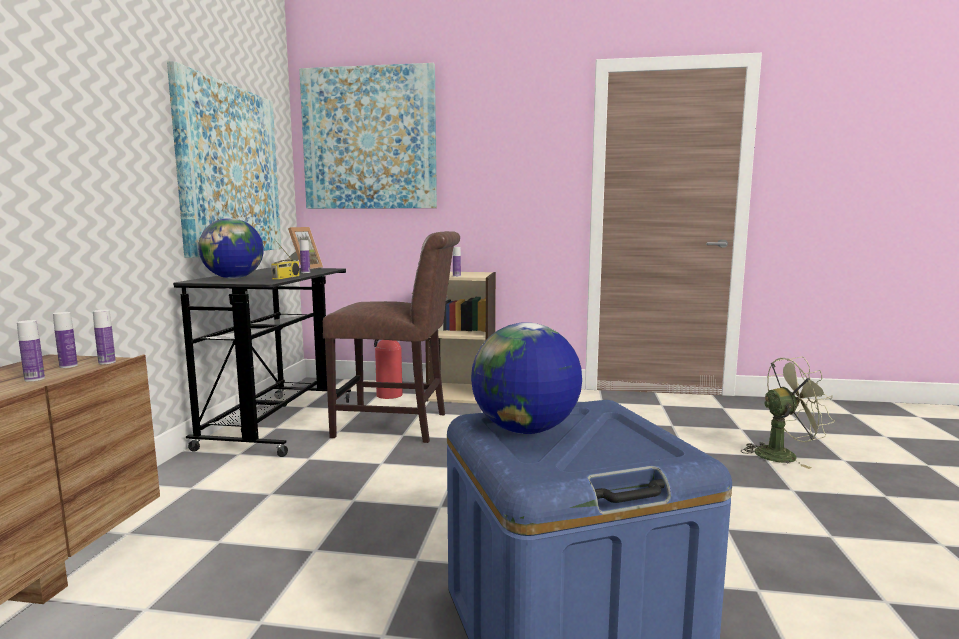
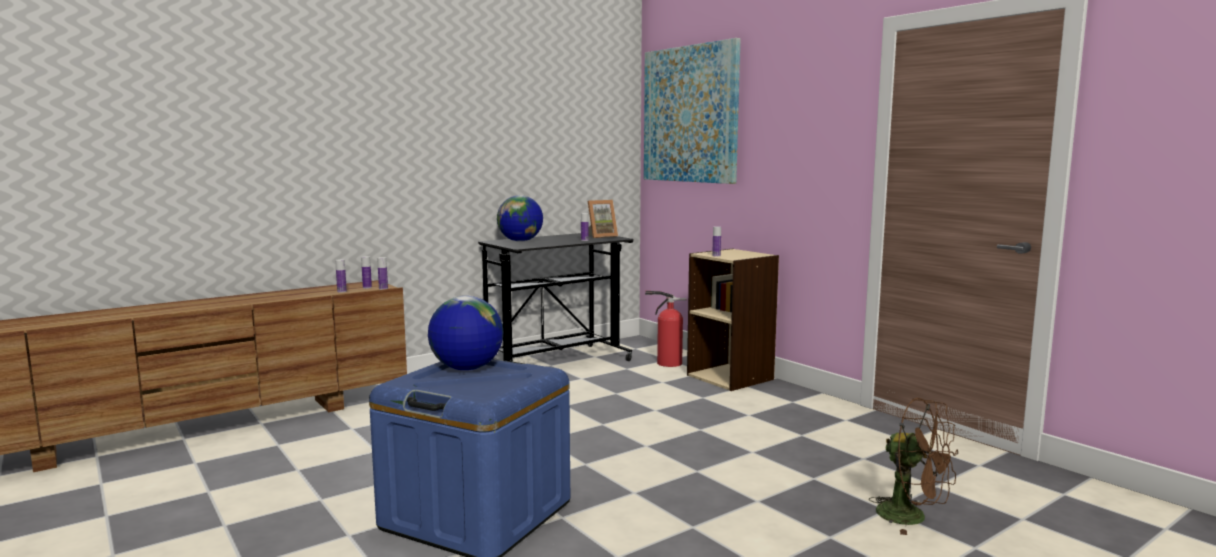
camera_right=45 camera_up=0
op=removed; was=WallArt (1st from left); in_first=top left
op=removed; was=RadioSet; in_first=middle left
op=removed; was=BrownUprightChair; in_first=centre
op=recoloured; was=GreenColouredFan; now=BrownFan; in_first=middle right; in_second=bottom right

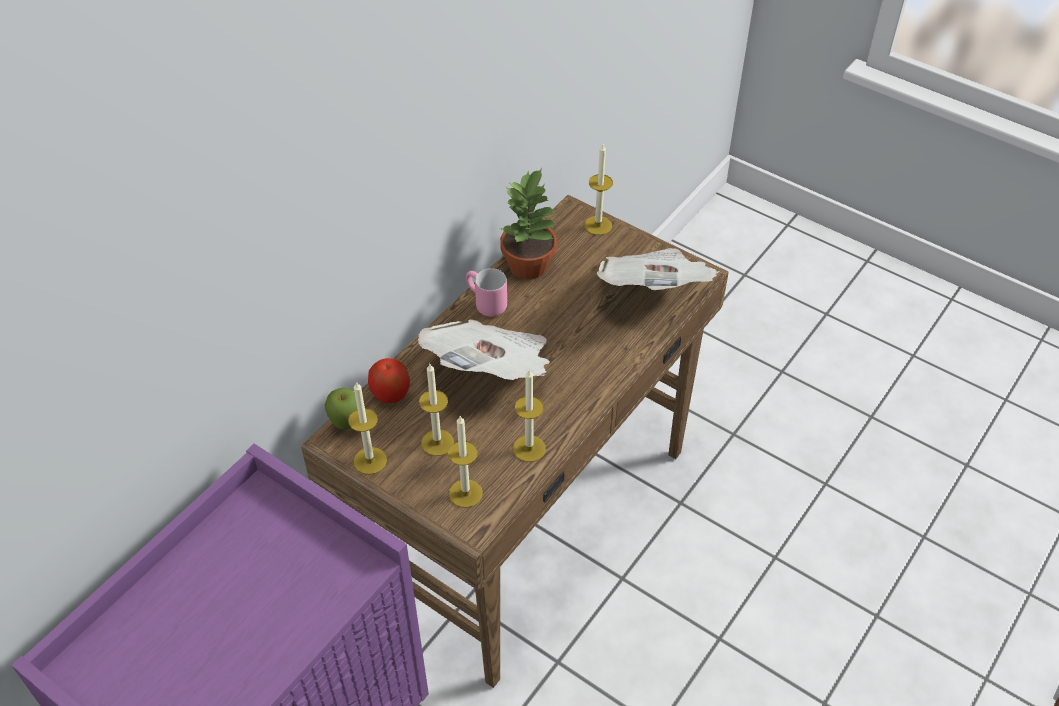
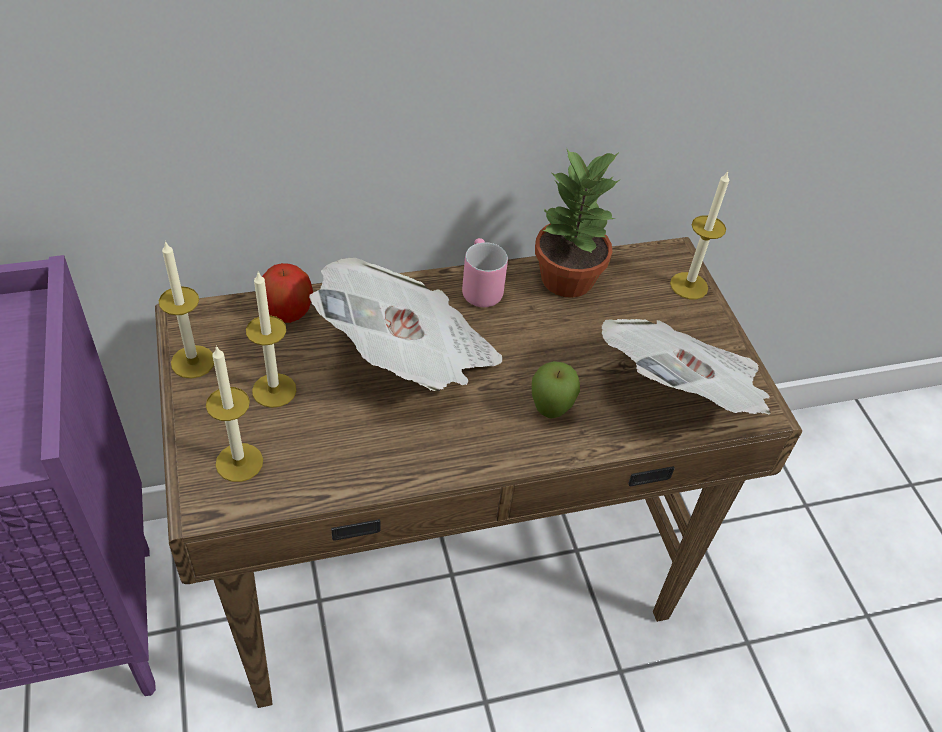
camera_right=35 camera_up=0
op=moved; was=Apple (1st from left in the first image); now=Apple (2nd from left); in_first=middle left; in_second=centre
op=removed; was=Candle (4th from left); in_first=centre

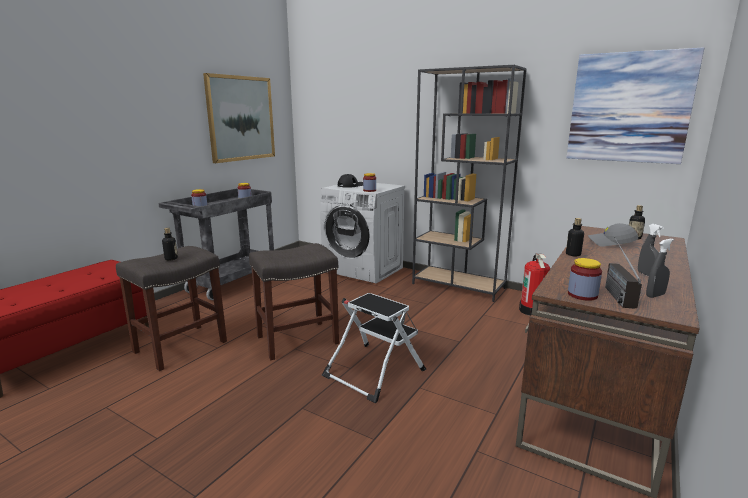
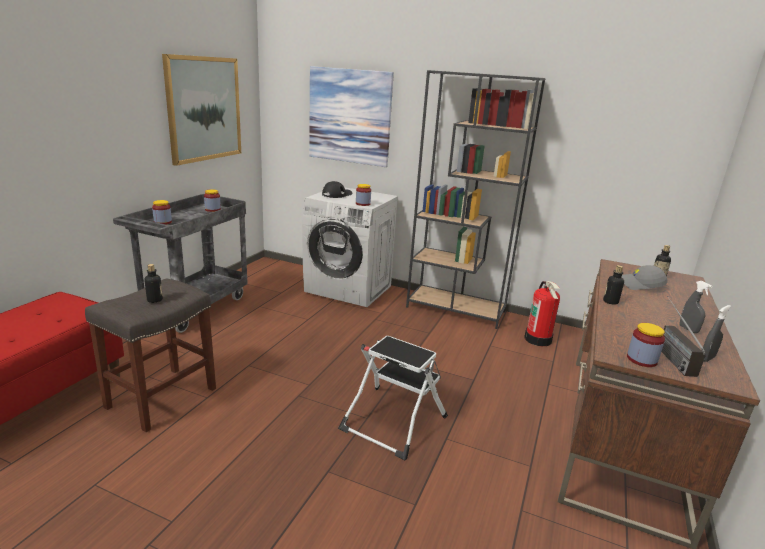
camera_right=-10 camera_up=5
op=removed; was=GrayStoolSeat (2nd from left); in_first=centre
op=moved; was=WallArt (2nd from left); in_first=top right; in_second=top centre

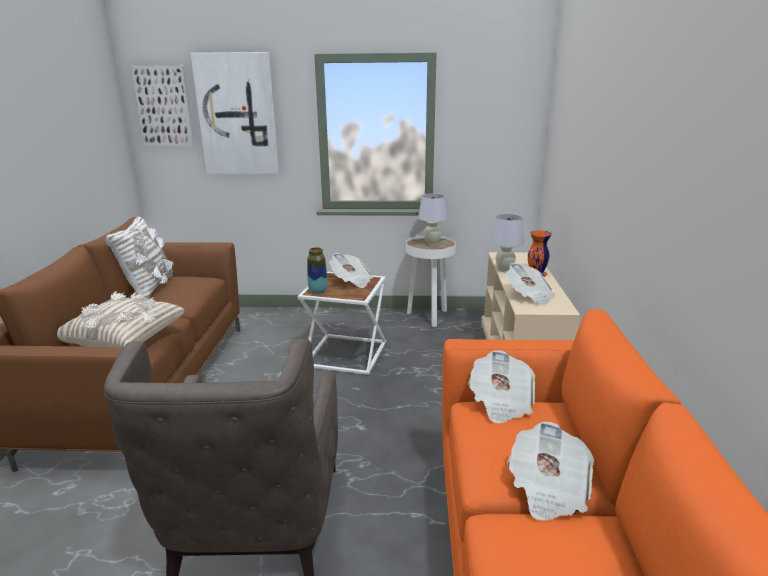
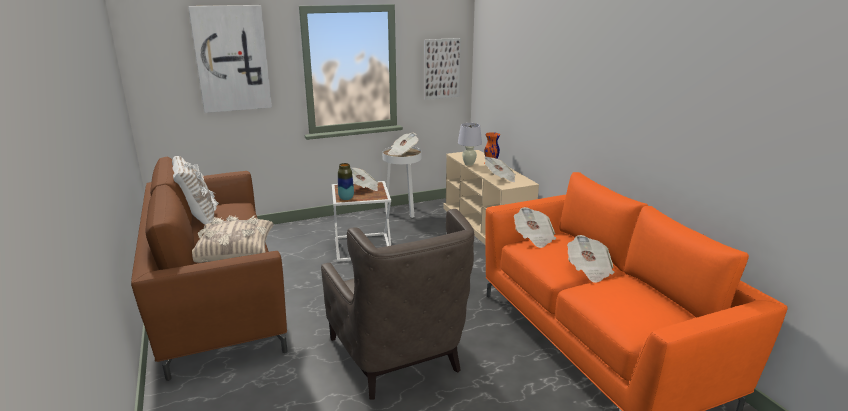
camera_right=-25 camera_up=0
op=moved; was=WallArt (1st from left in the first image); now=WallArt (2nd from left); in_first=top left; in_second=top centre
op=replaced; was=WhiteTableLamp (1st from left); now=PrintedPaper (2nd from left); in_first=centre; in_second=centre

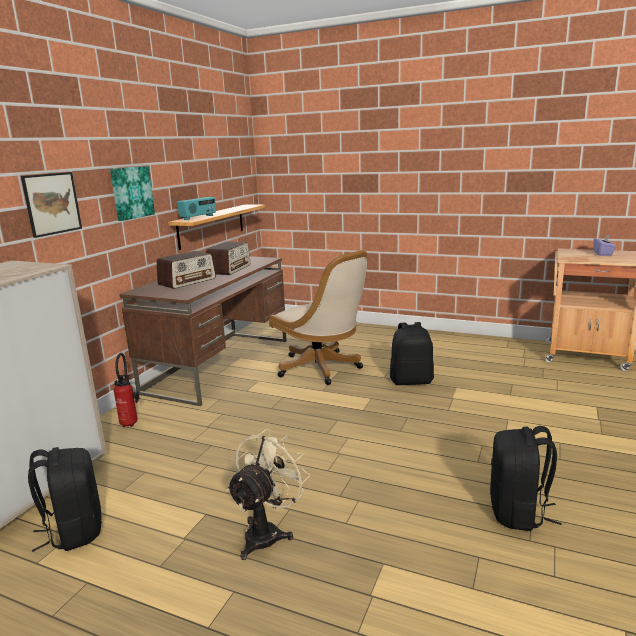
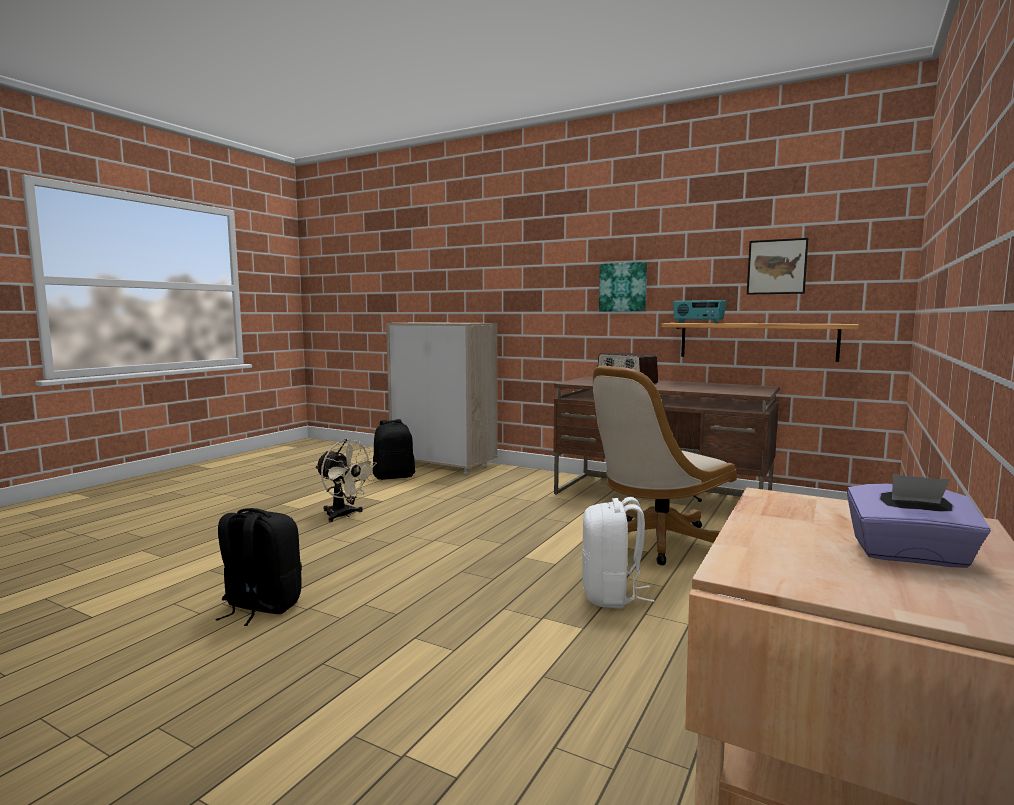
camera_right=95 camera_up=-10
op=moved; was=WallArt (1st from left in the first image); now=WallArt (2nd from left); in_first=top left; in_second=top right
op=removed; was=FireExtinguisher; in_first=middle left
op=removed; was=RadioSet (3rd from left); in_first=centre
op=recoloured; was=BlackKnapsack (2nd from left); now=WhiteKnapsack; in_first=centre; in_second=bottom centre

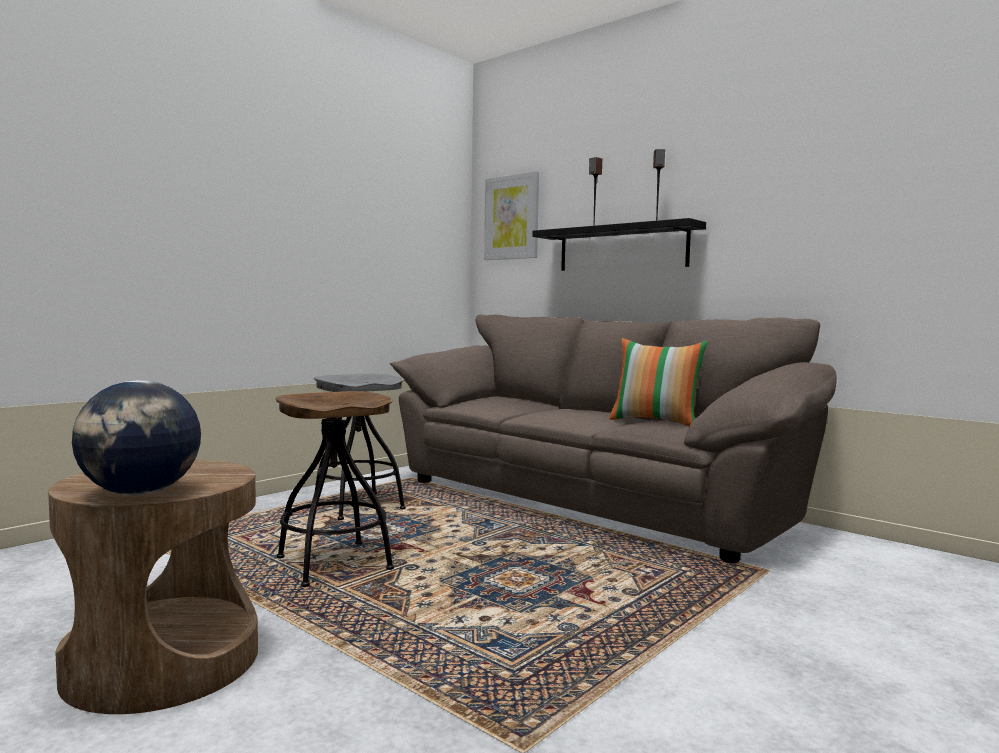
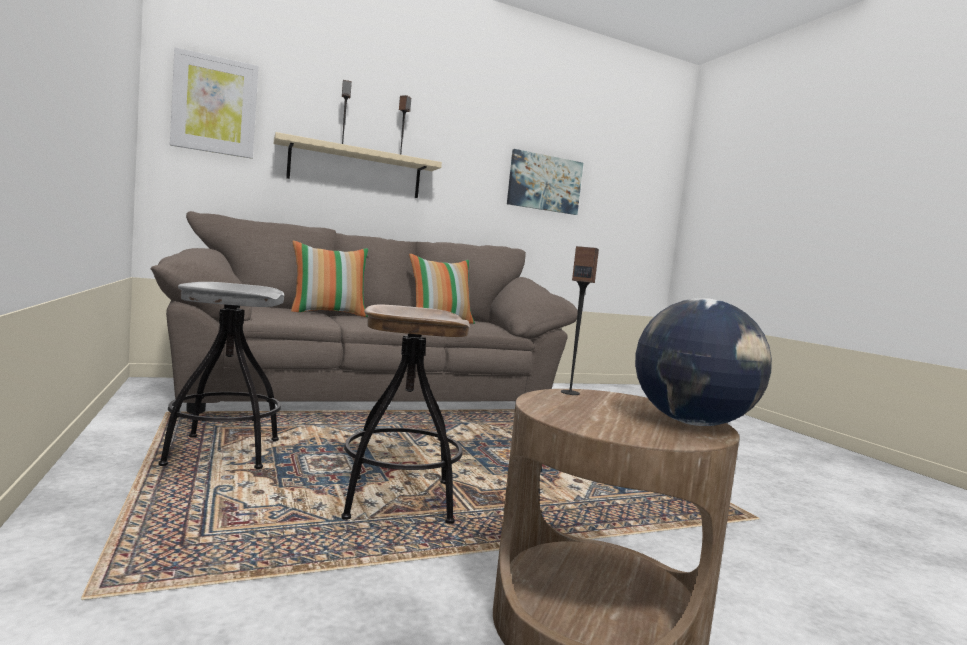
camera_right=-65 camera_up=0
op=recoloured; was=BlackBracketShelf; now=SandColouredBracketShelf; in_first=top centre; in_second=top centre
op=added; now=Cushion (1st from left); in_second=centre
op=added; now=WallArt (2nd from left); in_second=top centre
op=added; now=AudioSpeaker (3rd from left); in_second=centre

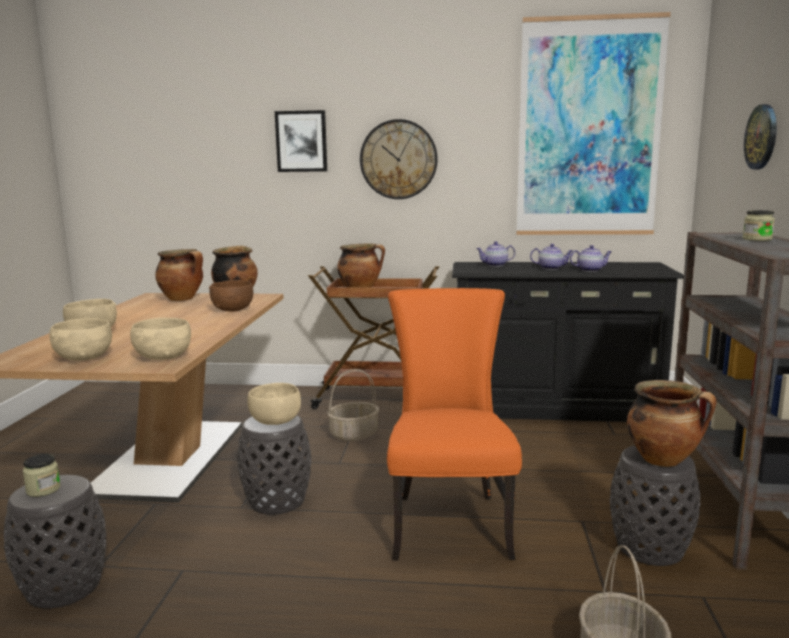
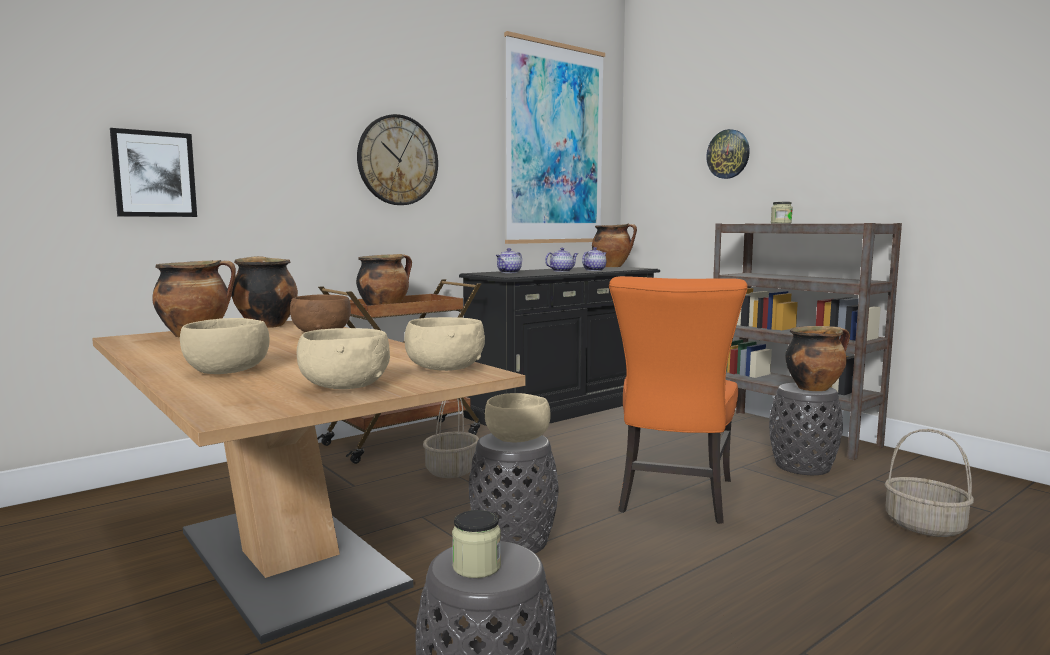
camera_right=-45 camera_up=-5
op=moved; was=WallArt (1st from left); in_first=top centre; in_second=top left
op=turned; was=OrangeColouredUprightChair; in_first=centre; in_second=centre; clockwise=-120
op=added; now=CookingPot (4th from left); in_second=centre

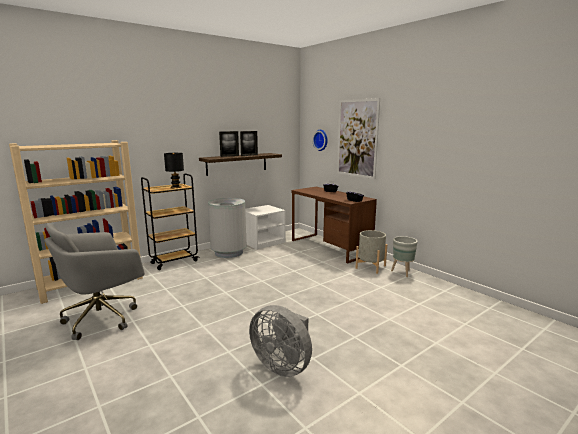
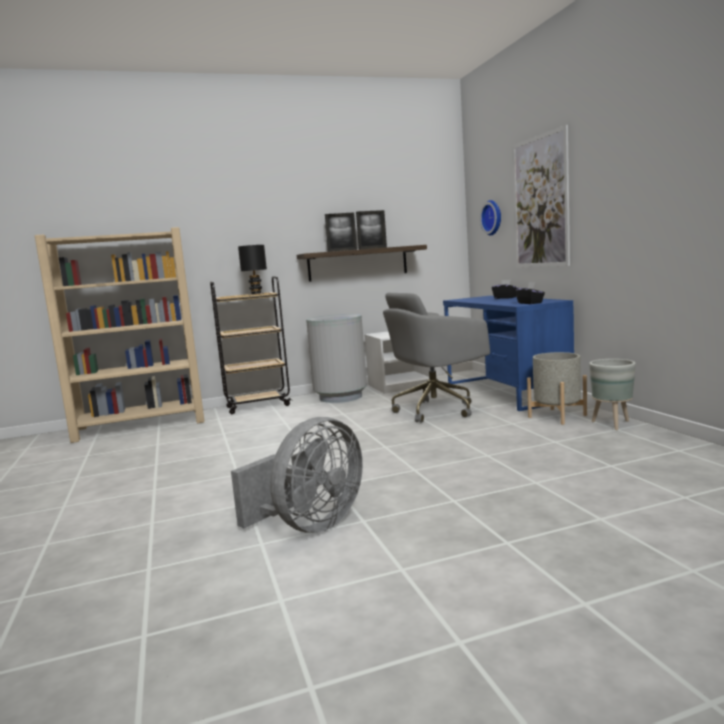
camera_right=20 camera_up=-5
op=moved; was=GrayComputerChair; in_first=middle left; in_second=centre
op=turned; was=GrayFan; in_first=bottom centre; in_second=centre; clockwise=-105
op=recoloured; was=BrownDesk; now=BlueColouredDesk; in_first=centre; in_second=middle right

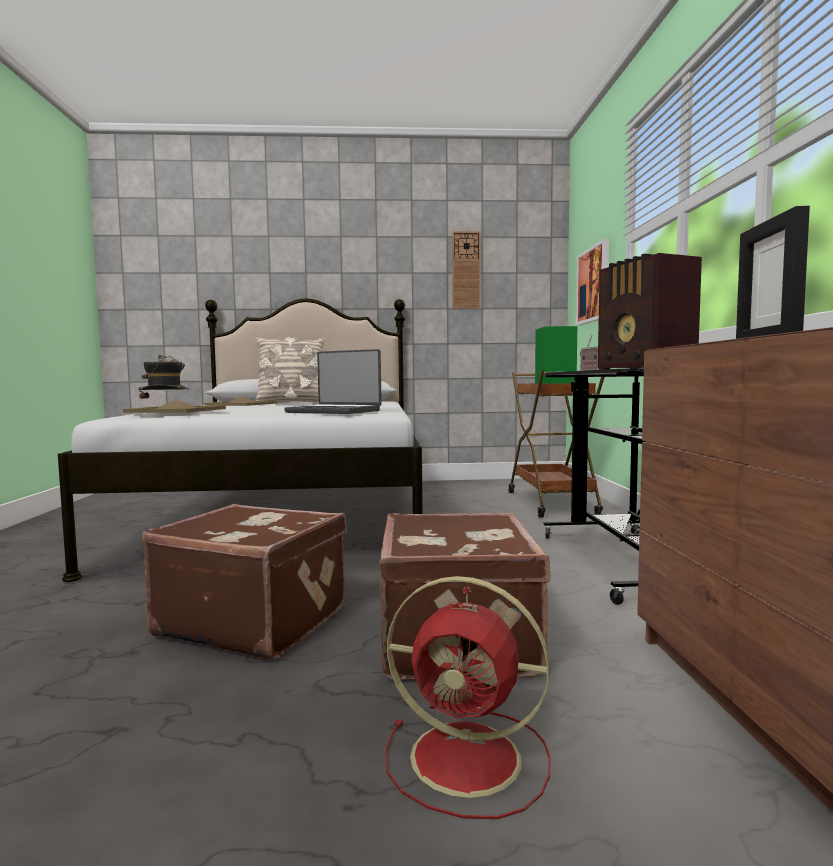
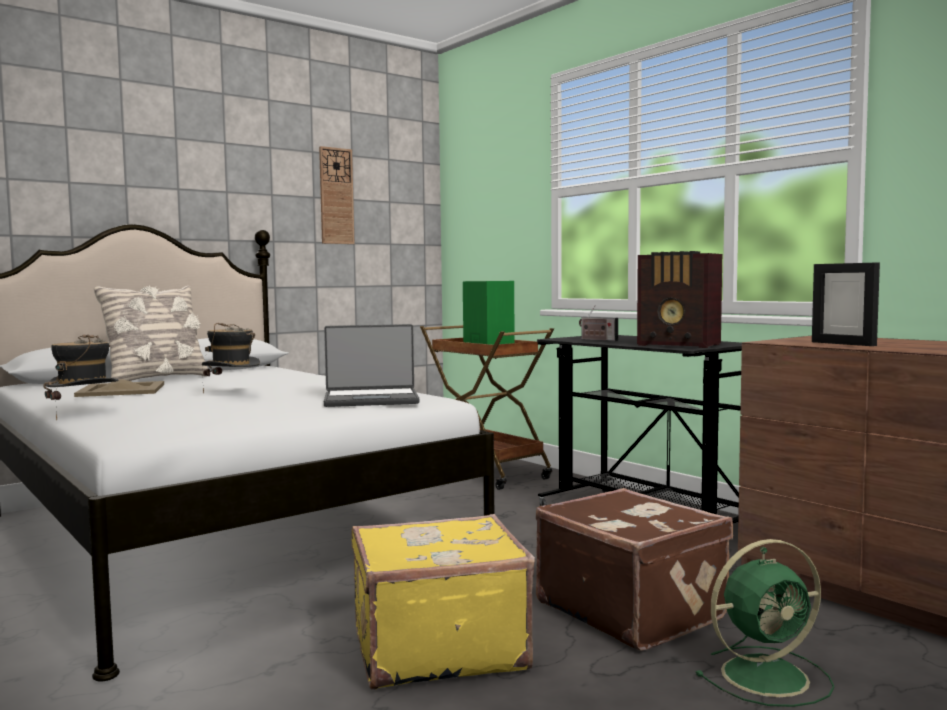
camera_right=-35 camera_up=0
op=removed; was=SandColouredCarryingTray (1st from left); in_first=middle left
op=recoloured; was=BrownSuitcase (1st from left); now=YellowColouredSuitcase; in_first=bottom left; in_second=bottom centre
op=recoloured; was=ReddishFan; now=GreenColouredFan; in_first=bottom centre; in_second=bottom right
op=removed; was=WallArt; in_first=top right
op=added; now=ClothingHat (2nd from left); in_second=middle left

